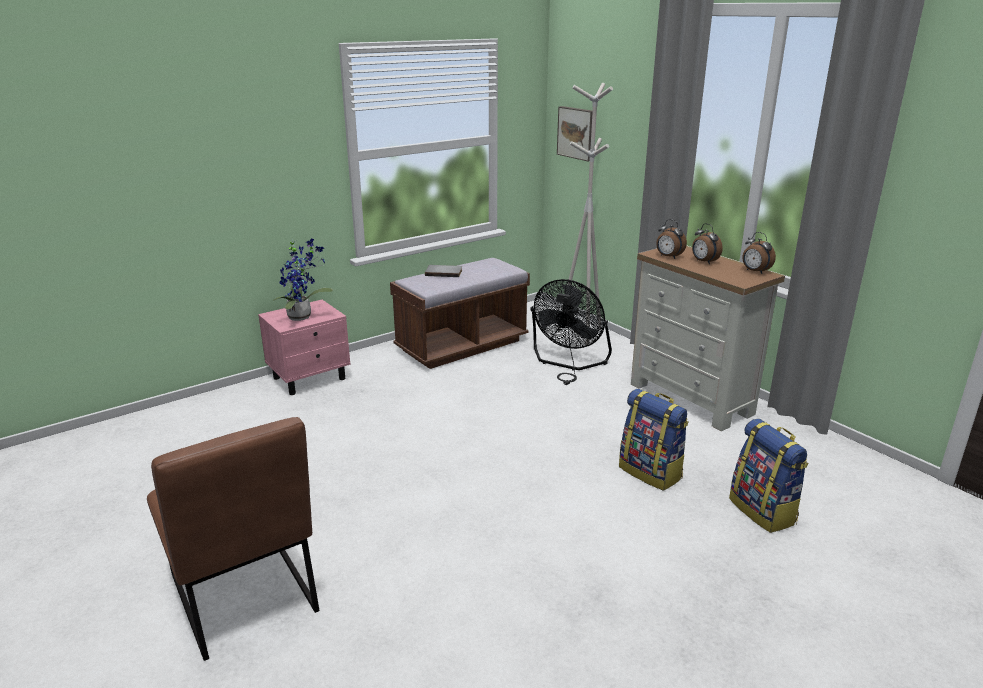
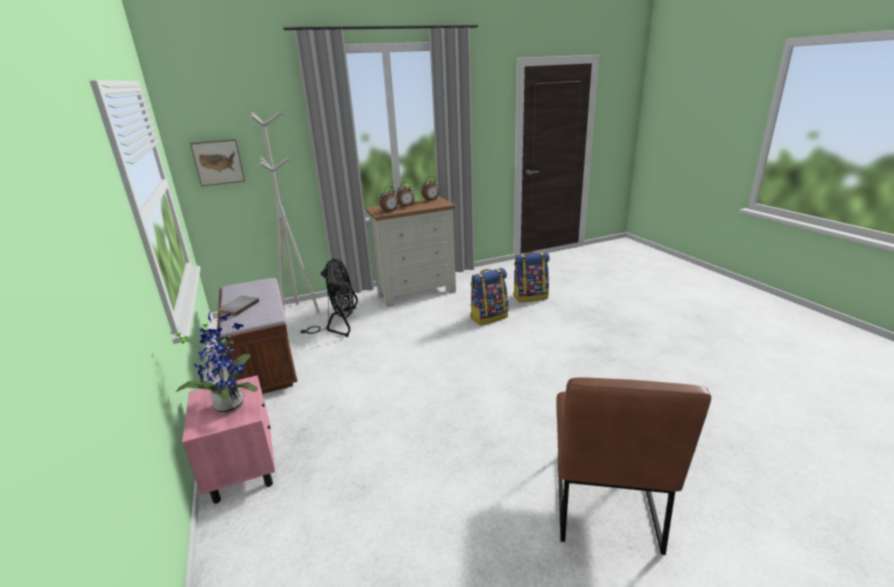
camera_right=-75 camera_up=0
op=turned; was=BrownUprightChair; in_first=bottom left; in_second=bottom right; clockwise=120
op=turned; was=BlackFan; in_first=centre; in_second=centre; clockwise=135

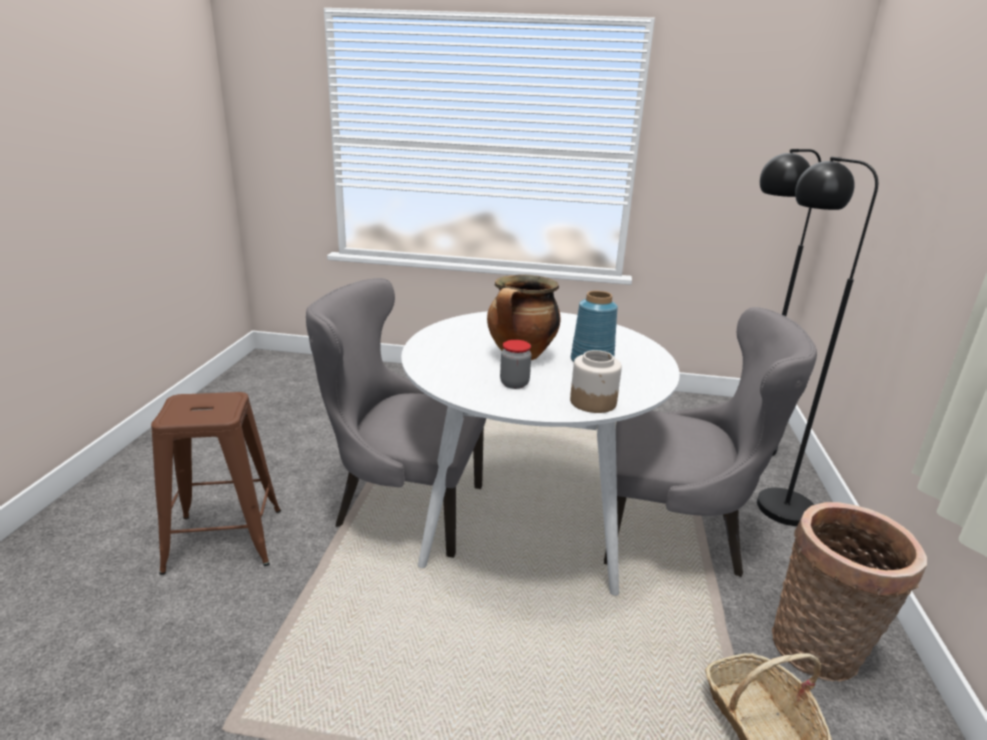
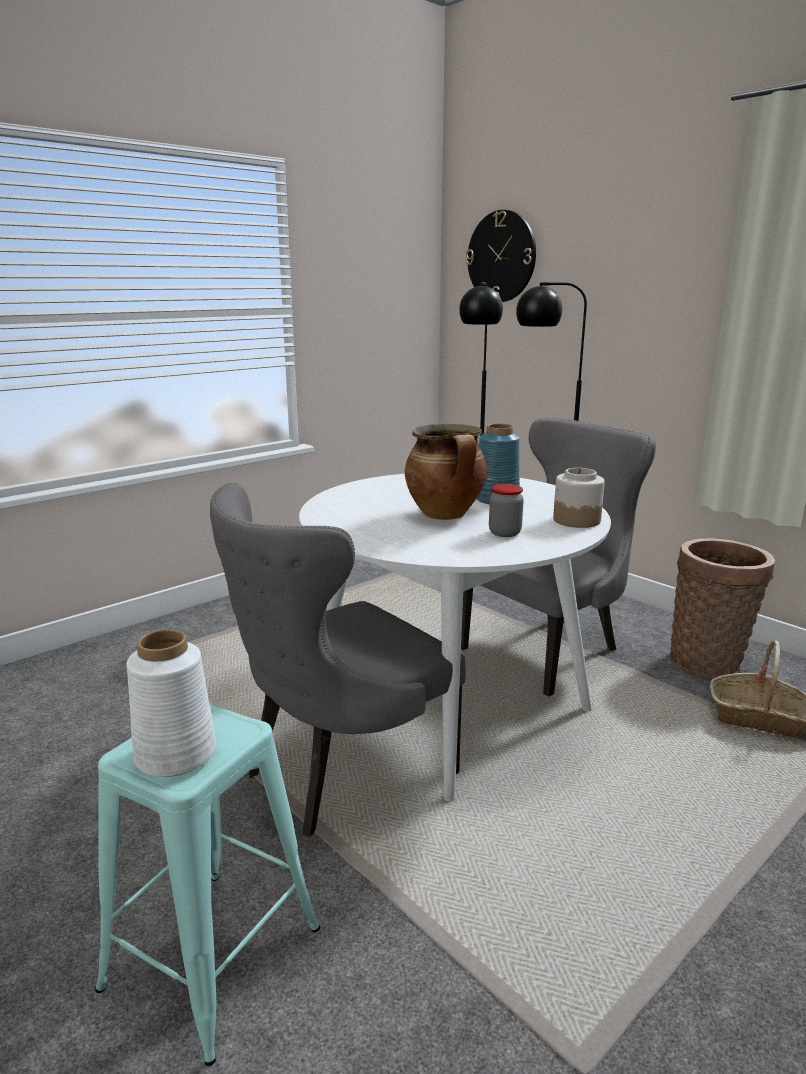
camera_right=-50 camera_up=-5
op=recoloured; was=BrownStoolSeat; now=TurquoiseStoolSeat; in_first=middle left; in_second=bottom left
op=added; now=WhiteDecorativeVase; in_second=middle left
op=added; now=WallClock; in_second=top centre

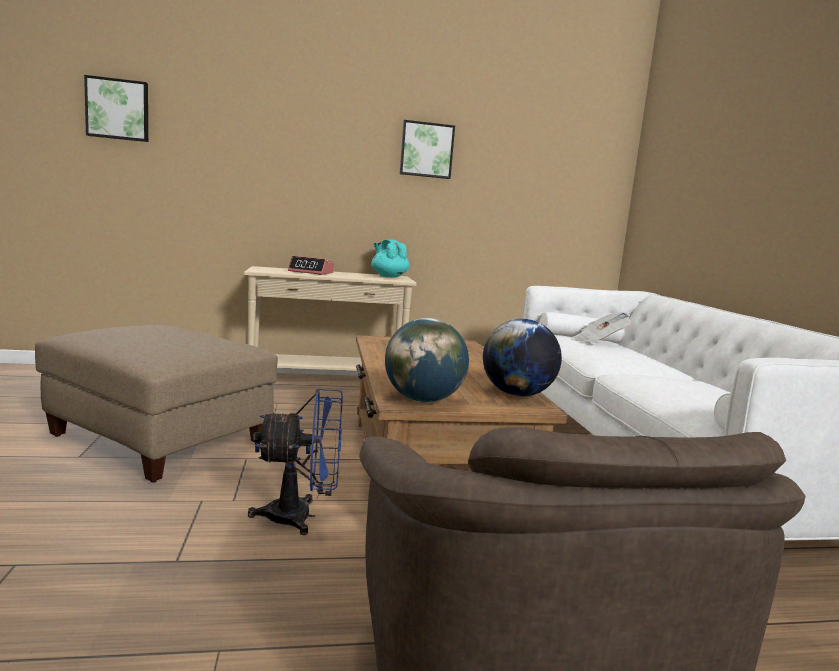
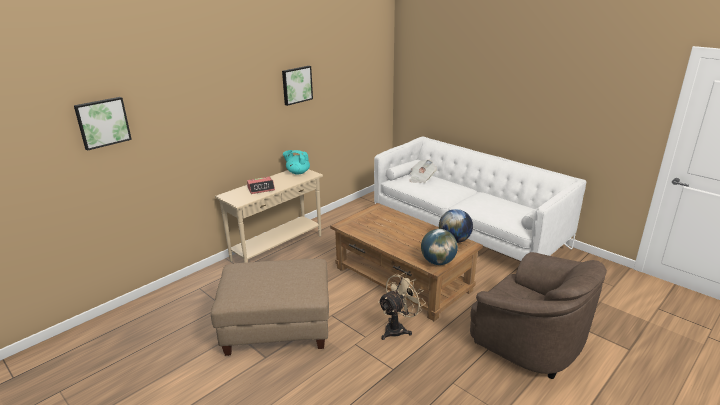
camera_right=-35 camera_up=15
op=recoloured; was=BlueColouredFan; now=SandColouredFan; in_first=bottom centre; in_second=bottom centre

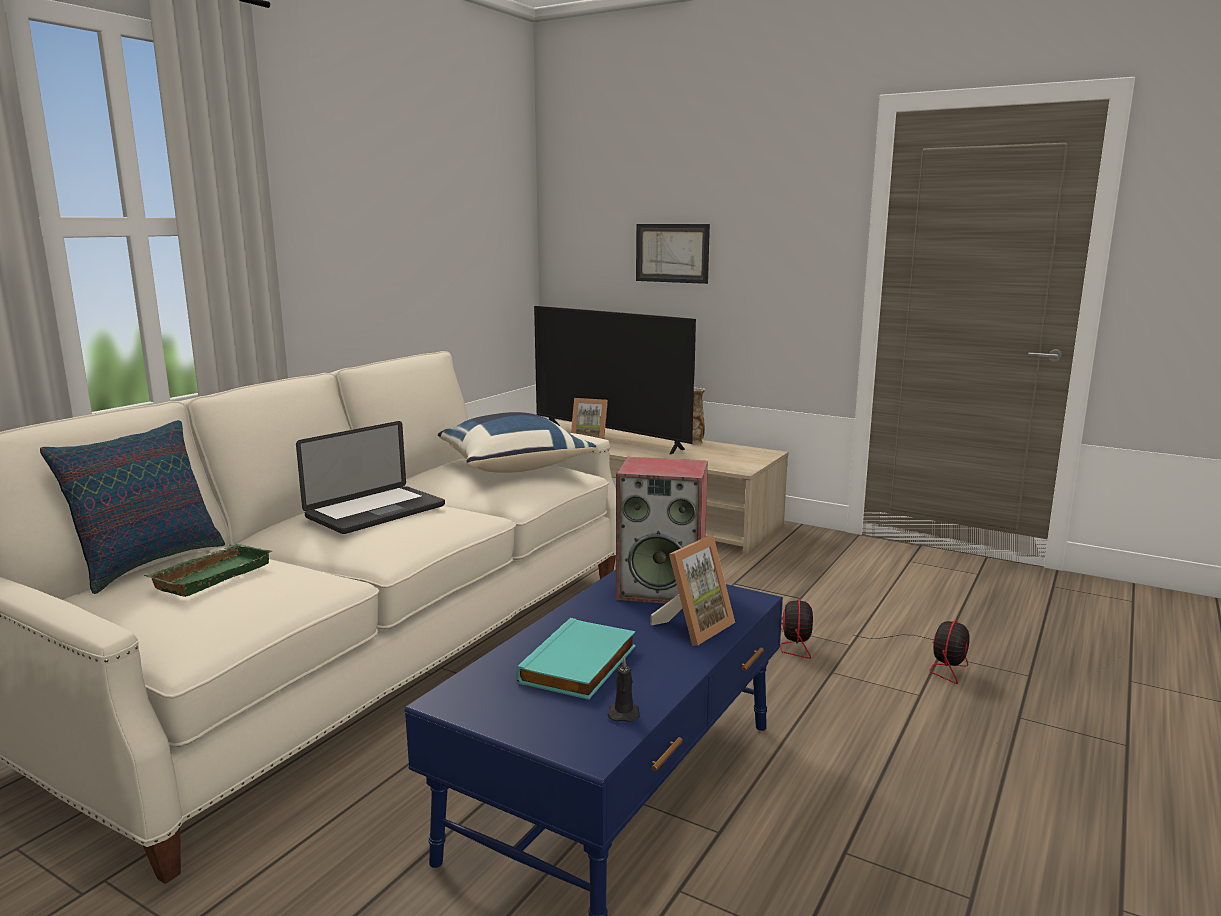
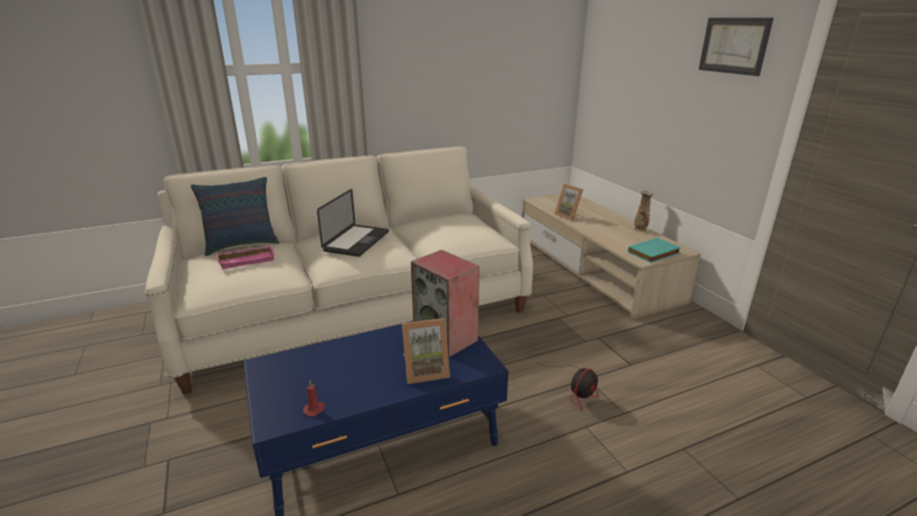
camera_right=35 camera_up=10
op=recoloured; was=GreenColouredCarryingTray; now=PinkColouredCarryingTray; in_first=middle left; in_second=middle left
op=turned; was=Laptop; in_first=middle left; in_second=centre; clockwise=-60
op=removed; was=BlueColouredCushion (2nd from left); in_first=centre
op=moved; was=TurquoiseBoundBook; in_first=bottom centre; in_second=middle right
op=removed; was=Television; in_first=centre
op=recoloured; was=BlackCandle; now=ReddishCandle; in_first=bottom centre; in_second=bottom centre
op=moved; was=WallArt; in_first=top centre; in_second=top right
op=removed; was=Fan (2nd from left); in_first=bottom right

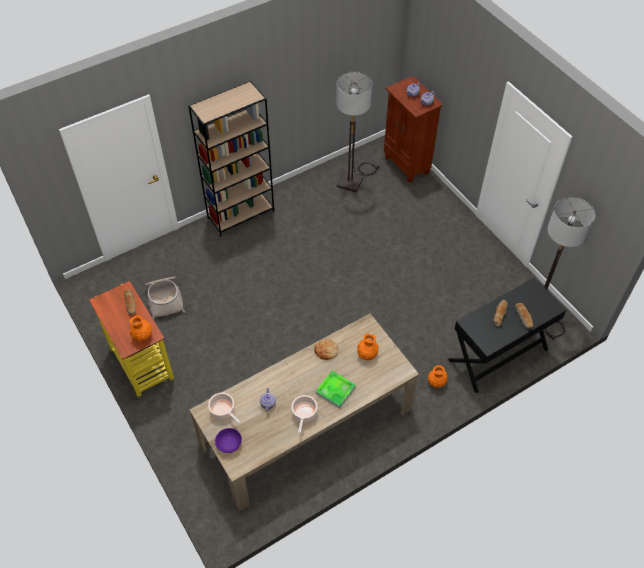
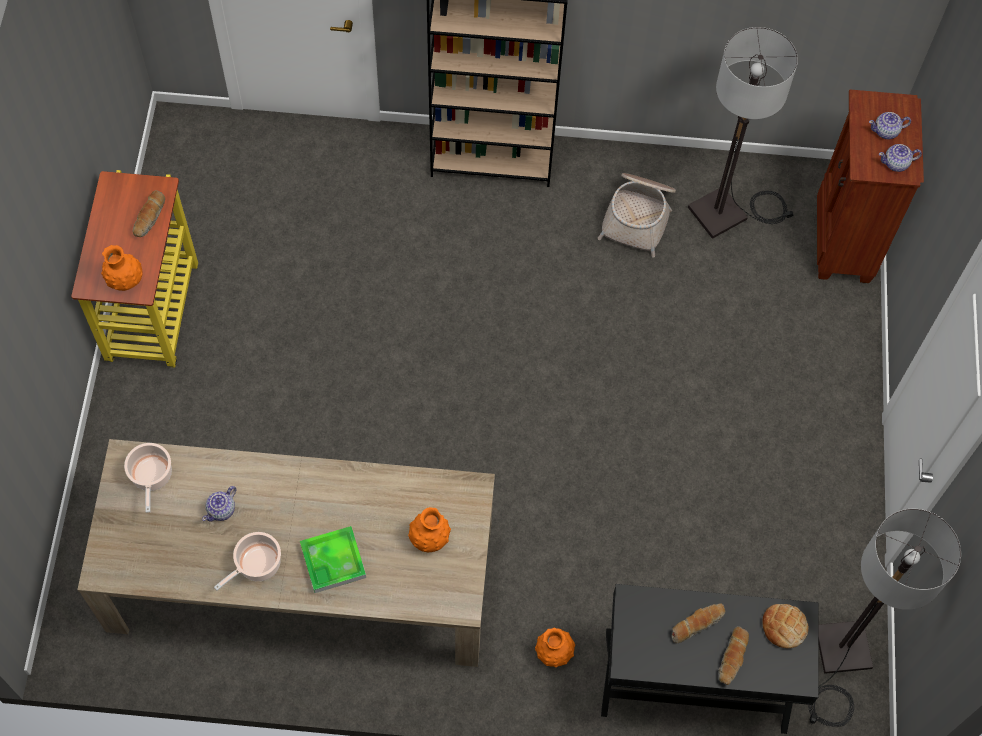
camera_right=35 camera_up=10
op=moved; was=StorageBasket; in_first=middle left; in_second=top centre
op=removed; was=PurplishDeepDish; in_first=bottom centre
op=moved; was=BakedBread (2nd from left in the first image); now=BakedBread (4th from left); in_first=centre; in_second=bottom right

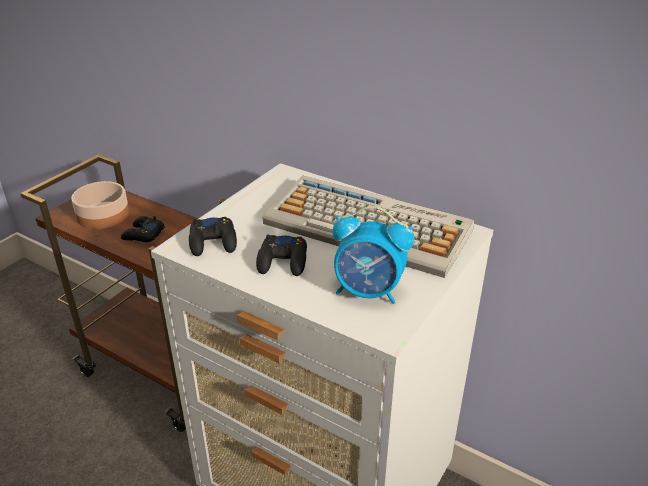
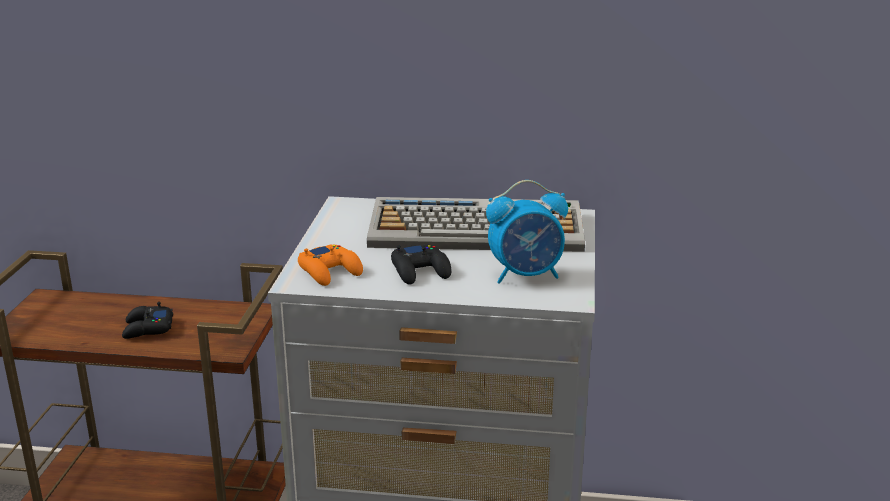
camera_right=-25 camera_up=-10
op=removed; was=DeepDish; in_first=middle left
op=recoloured; was=BlackGamepad (2nd from left); now=OrangeColouredGamepad; in_first=middle left; in_second=centre

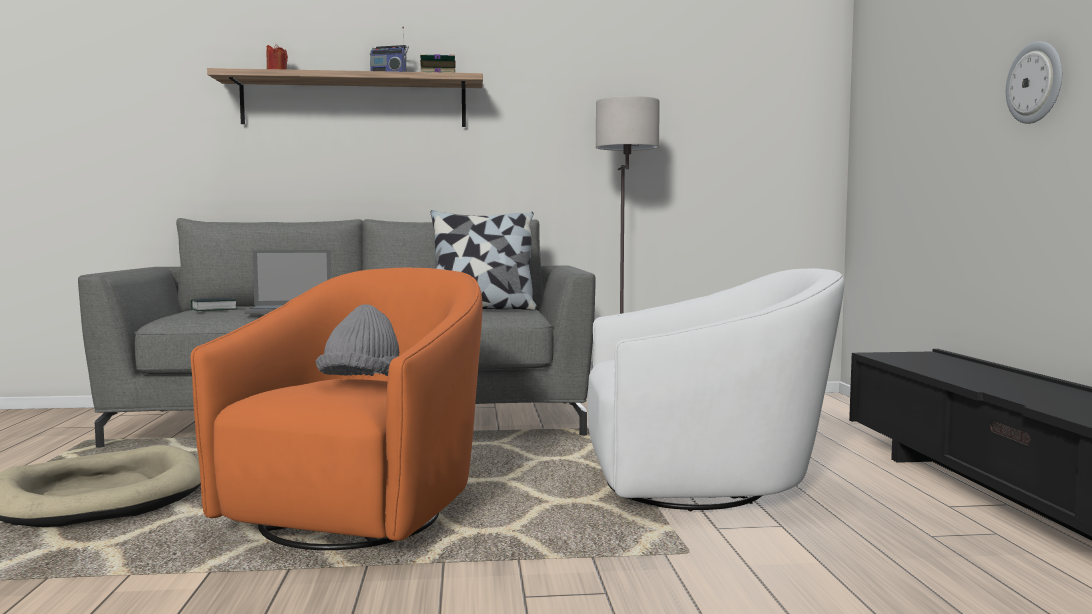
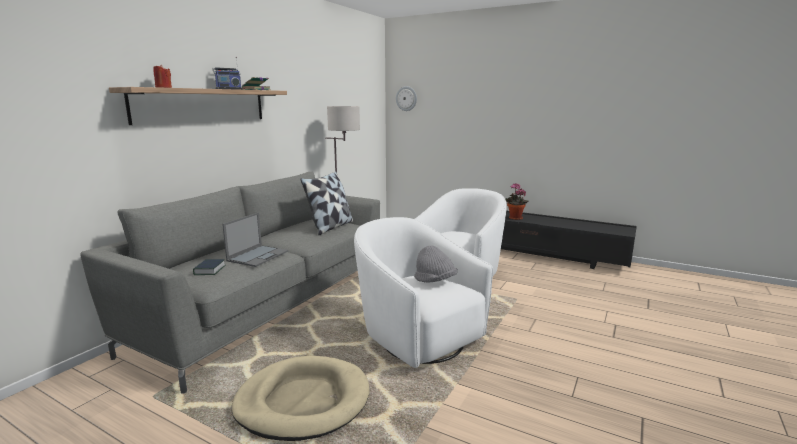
camera_right=-55 camera_up=10
op=recoloured; was=OrangeColouredArmchair; now=WhiteArmchair (1st from left); in_first=middle left; in_second=centre
op=moved; was=WallClock; in_first=top right; in_second=top centre
op=added; now=PlantInAPot; in_second=centre

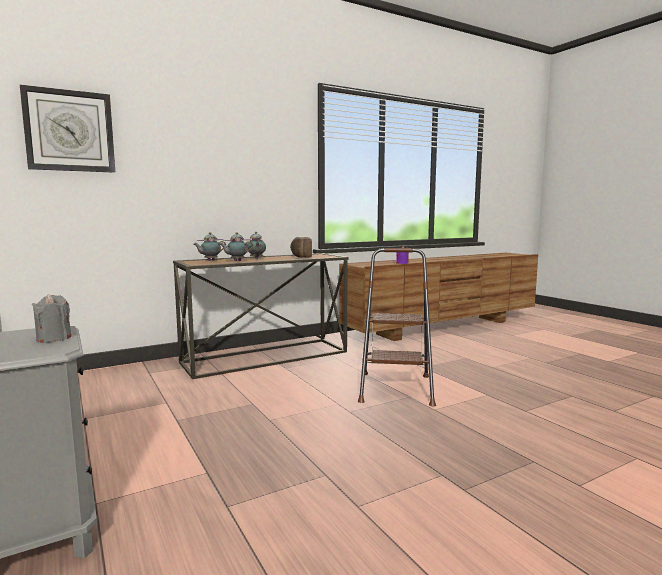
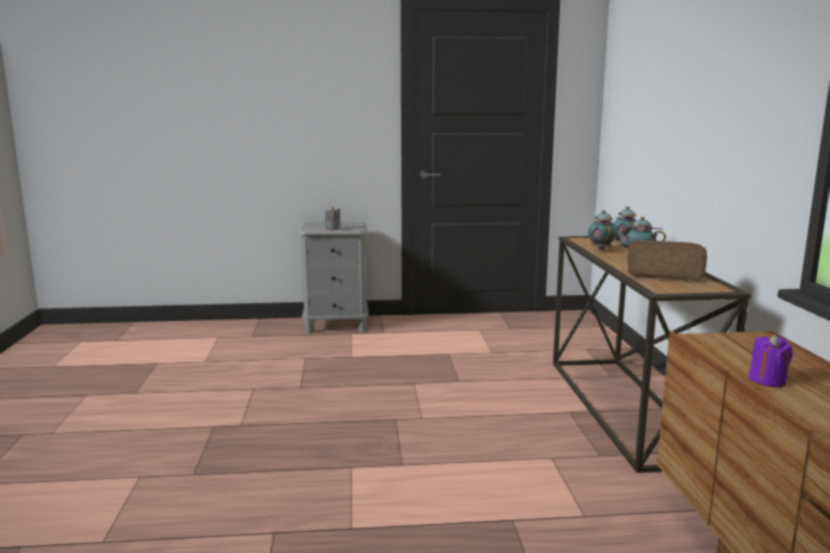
camera_right=115 camera_up=5
op=removed; was=WallClock; in_first=top left
op=removed; was=BrownStepladder; in_first=centre

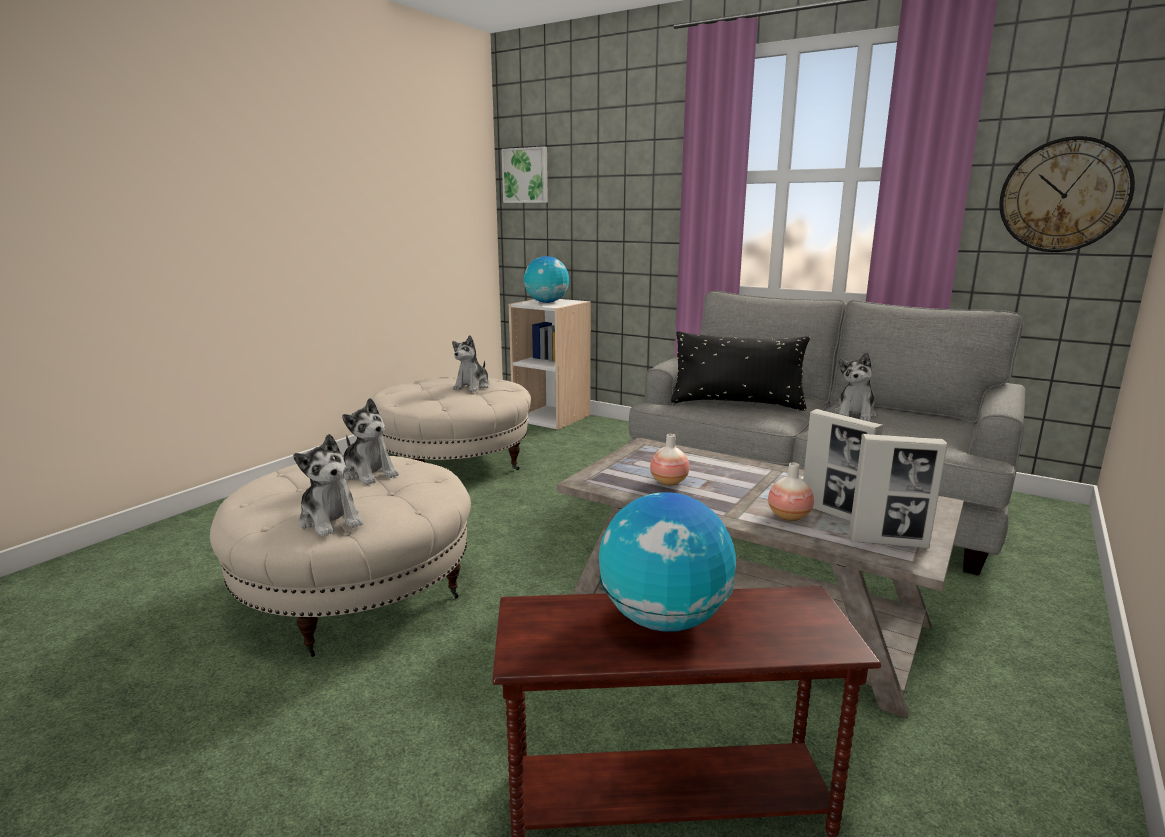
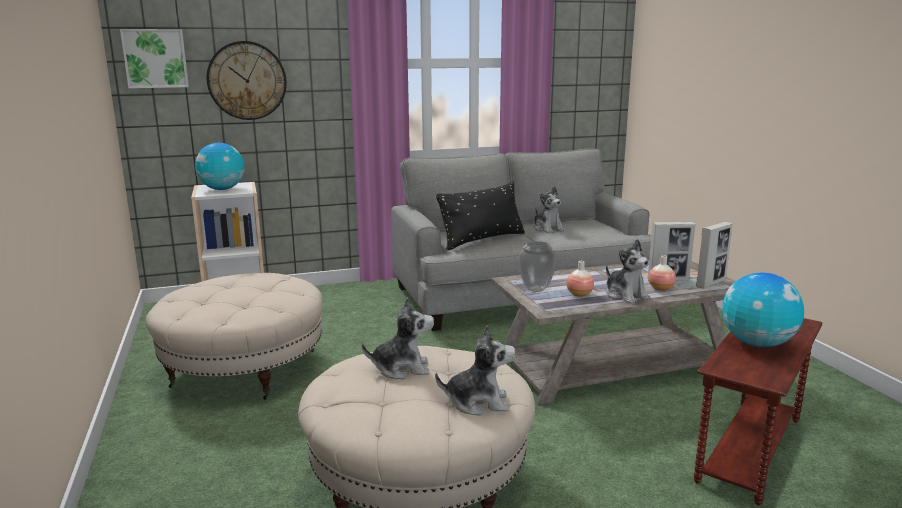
camera_right=-50 camera_up=0
op=moved; was=CuddlyToy (3rd from left in the first image); now=CuddlyToy (4th from left); in_first=centre; in_second=middle right
op=moved; was=WallClock; in_first=top right; in_second=top left
op=added; now=DecorativeVase (1st from left); in_second=centre

